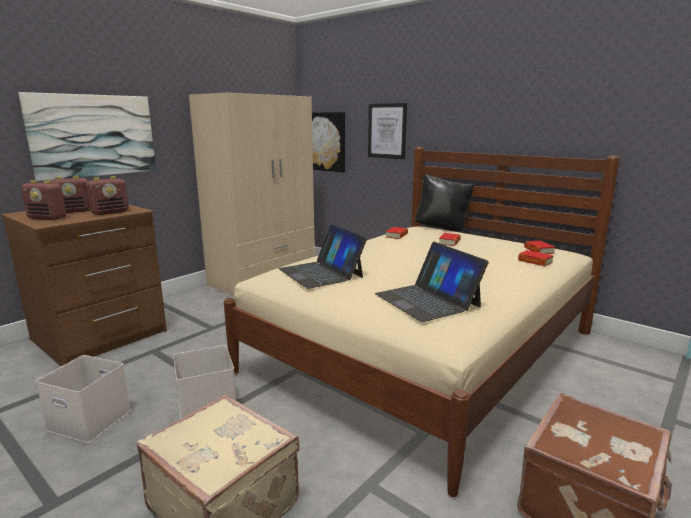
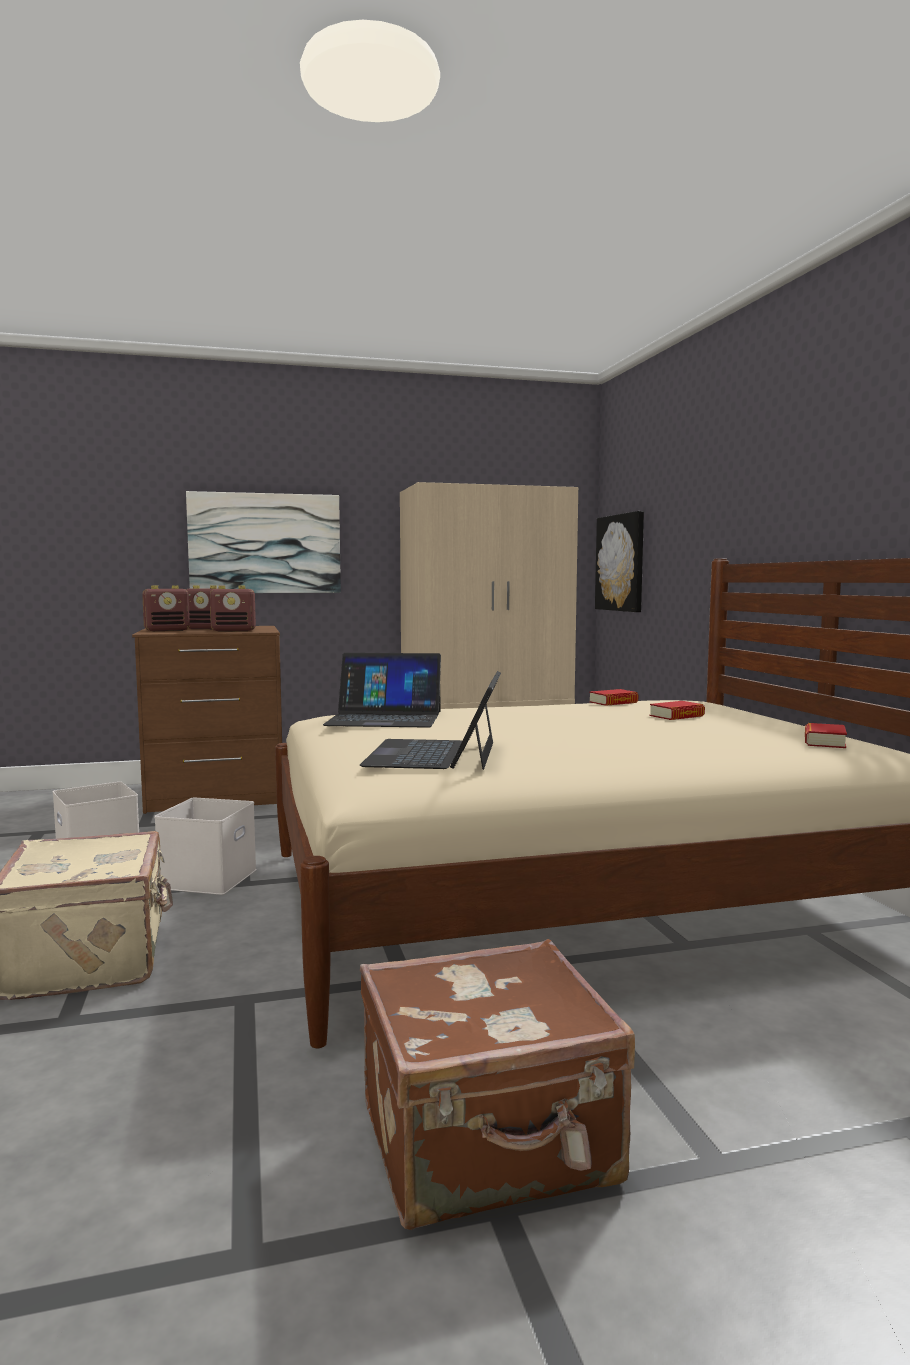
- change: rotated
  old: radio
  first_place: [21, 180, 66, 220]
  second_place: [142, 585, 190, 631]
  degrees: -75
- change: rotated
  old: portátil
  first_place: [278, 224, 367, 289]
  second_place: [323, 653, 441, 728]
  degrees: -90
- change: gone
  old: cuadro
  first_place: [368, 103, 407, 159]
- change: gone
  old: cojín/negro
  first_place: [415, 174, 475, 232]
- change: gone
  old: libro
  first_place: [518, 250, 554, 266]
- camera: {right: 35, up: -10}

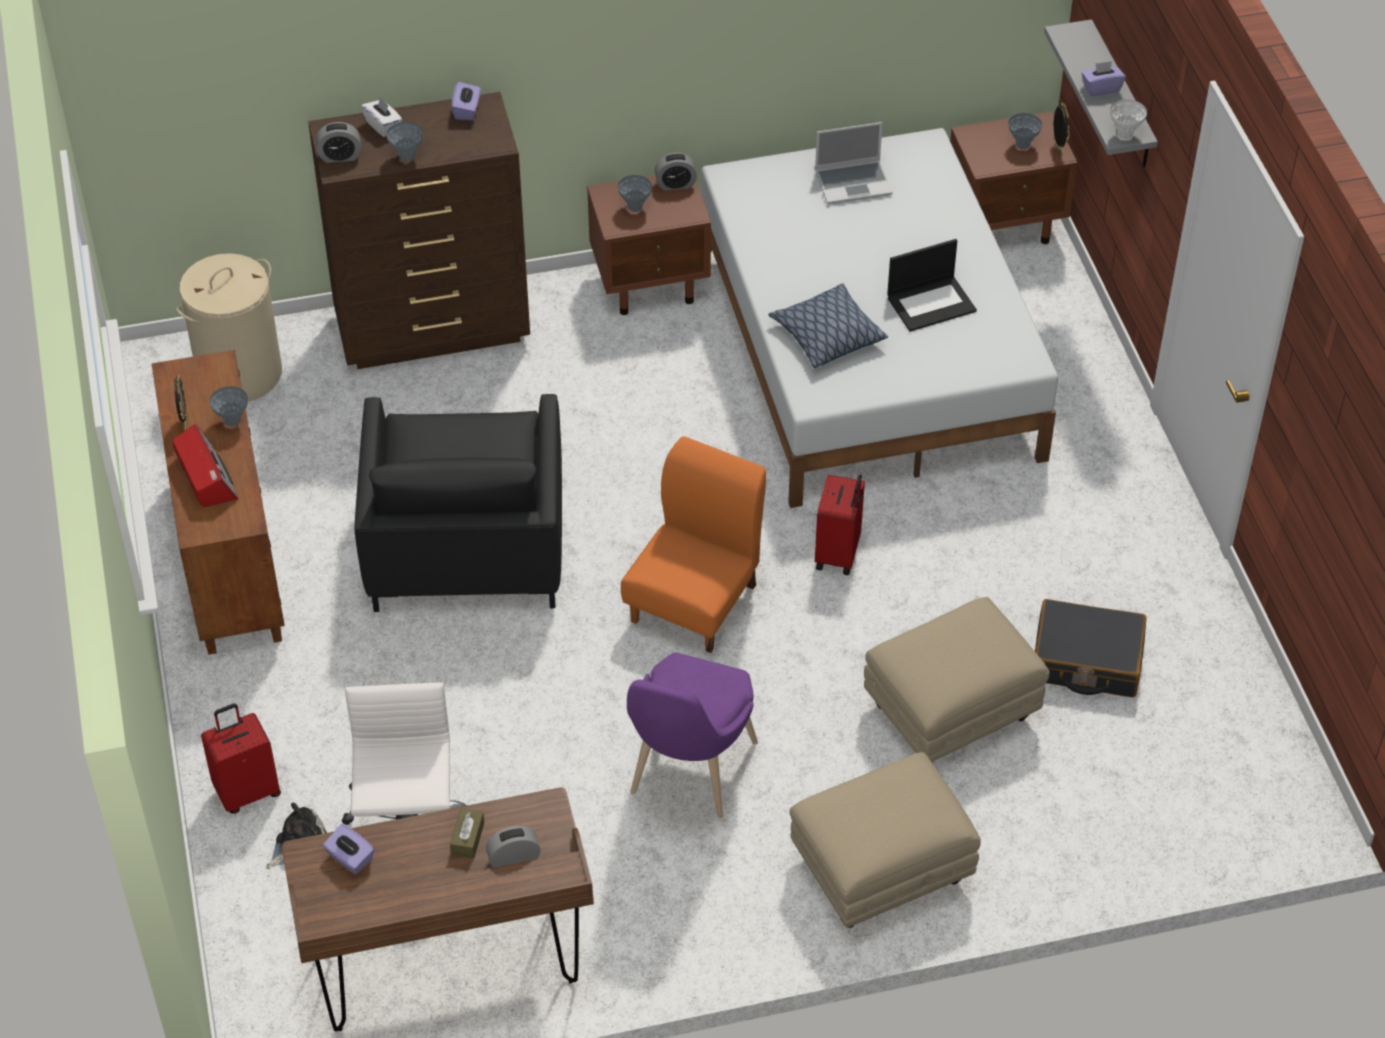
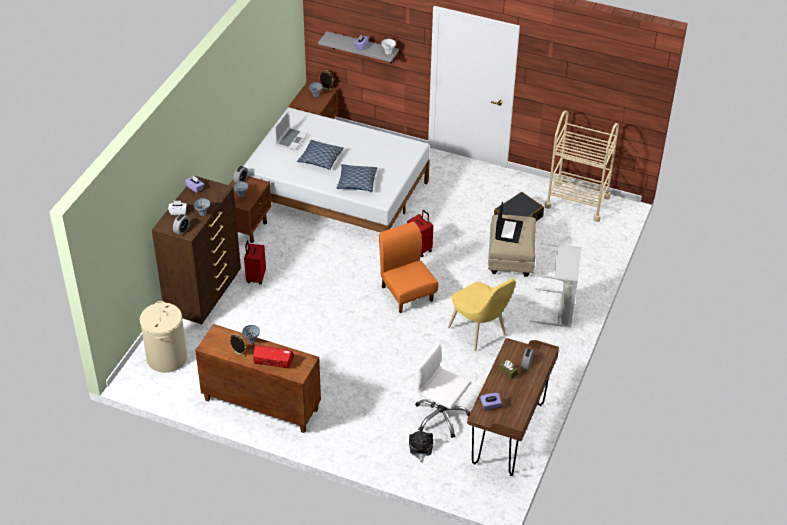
- change: shifted
  old: maleta/rojo
  first_place: [201, 704, 281, 814]
  second_place: [244, 240, 266, 285]
- change: gone
  old: sillón/negro
  first_place: [355, 394, 562, 612]
- change: repainted
  old: silla/morado
  new: silla/amarillo
  first_place: [627, 652, 758, 818]
  second_place: [448, 279, 516, 351]
- change: swapped
  old: puf/beis
  new: cesto de la ropa/gris
  first_place: [789, 752, 981, 928]
  second_place: [531, 242, 582, 328]
- change: shifted
  old: portátil
  first_place: [887, 239, 977, 332]
  second_place: [495, 202, 523, 243]
- change: new
  new: cojín
  second_place: [297, 140, 344, 170]
- change: new
  new: carrito/beis
  second_place: [545, 110, 619, 222]
- camera: {right: -55, up: -5}

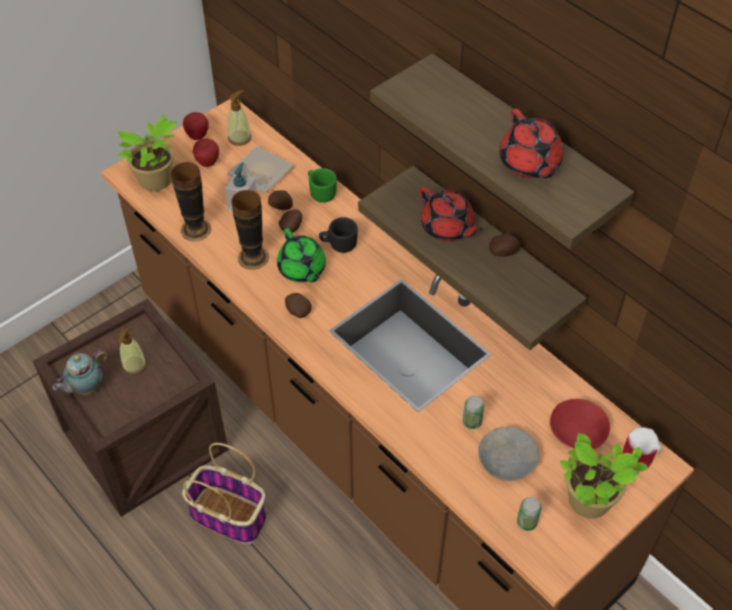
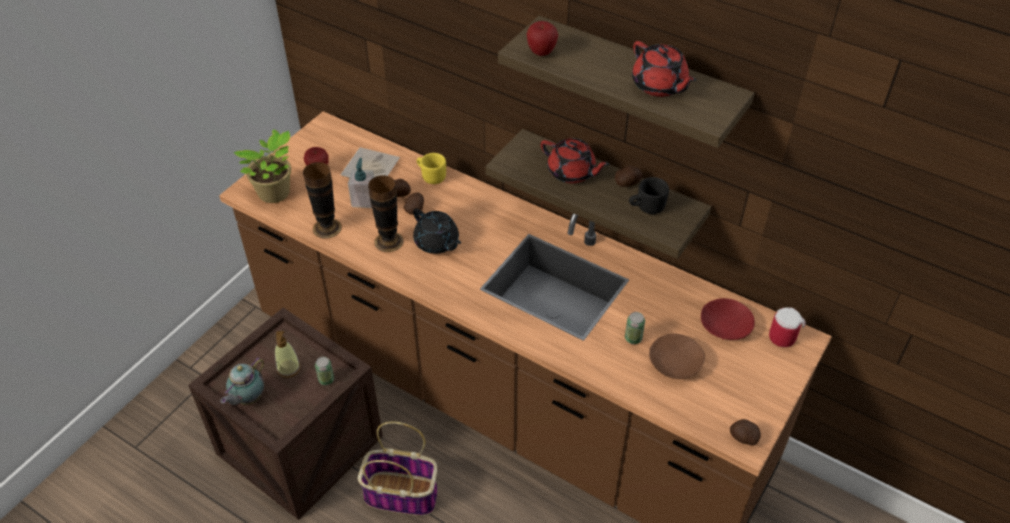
- change: shifted
  old: manzana
  first_place: [183, 112, 209, 140]
  second_place: [527, 21, 558, 56]
- change: gone
  old: dispensador de jabón
  first_place: [228, 90, 252, 146]
- change: repainted
  old: tetera/verde
  new: tetera/negro
  first_place: [277, 228, 326, 282]
  second_place: [413, 208, 461, 254]
- change: shifted
  old: patata
  first_place: [285, 293, 312, 318]
  second_place: [730, 419, 761, 446]
- change: repainted
  old: taza grande/verde
  new: taza grande/amarillo
  first_place: [308, 168, 337, 203]
  second_place: [417, 153, 446, 184]
- change: shifted
  old: taza grande/negro
  first_place: [319, 217, 358, 253]
  second_place: [629, 177, 669, 214]
- change: repainted
  old: cuenco/gris
  new: cuenco/marrón
  first_place: [478, 427, 540, 481]
  second_place: [649, 333, 705, 379]
- change: shifted
  old: lata
  first_place: [517, 497, 542, 531]
  second_place: [315, 357, 334, 385]
- change: gone
  old: planta en maceta
  first_place: [560, 433, 649, 519]
- camera: {right: -15, up: -5}

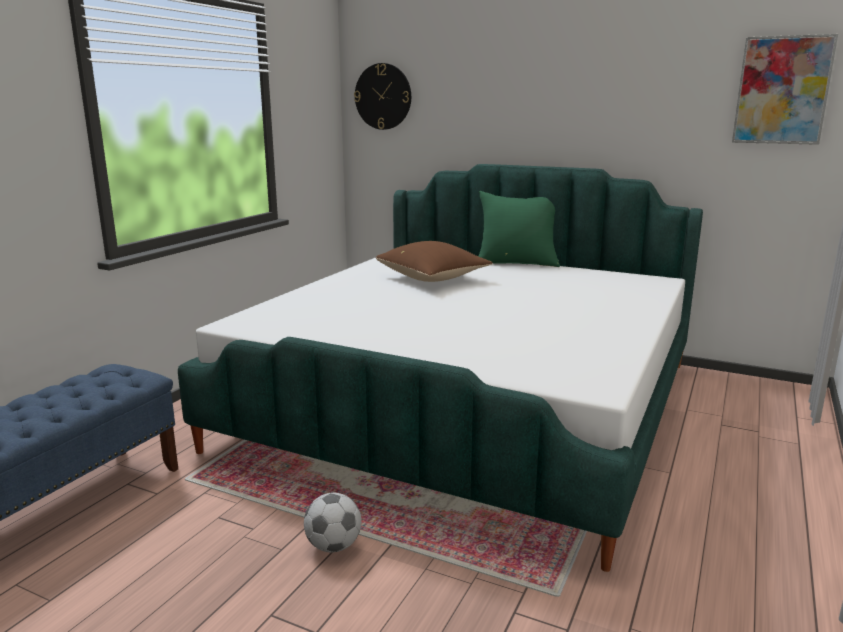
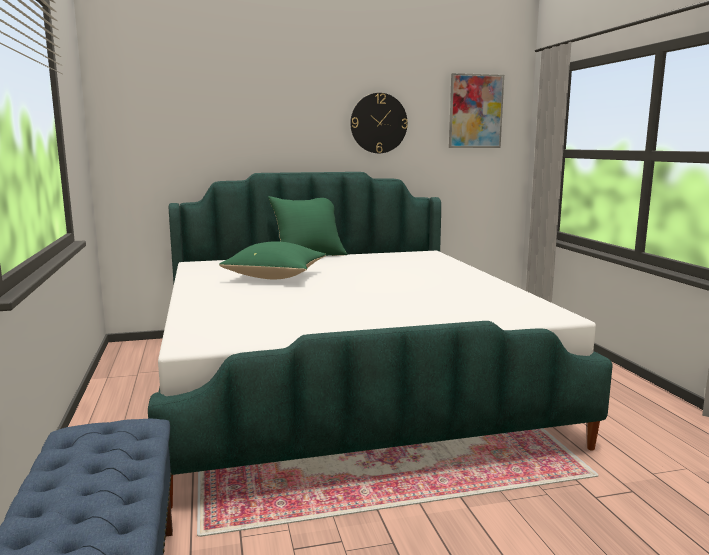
- change: gone
  old: balón de fútbol
  first_place: [304, 493, 362, 553]
- change: shifted
  old: reloj de pared
  first_place: [354, 63, 411, 130]
  second_place: [350, 93, 408, 153]
- change: repainted
  old: cojín/marrón
  new: cojín/verde
  first_place: [376, 241, 493, 282]
  second_place: [219, 241, 326, 279]
- camera: {right: -40, up: -5}

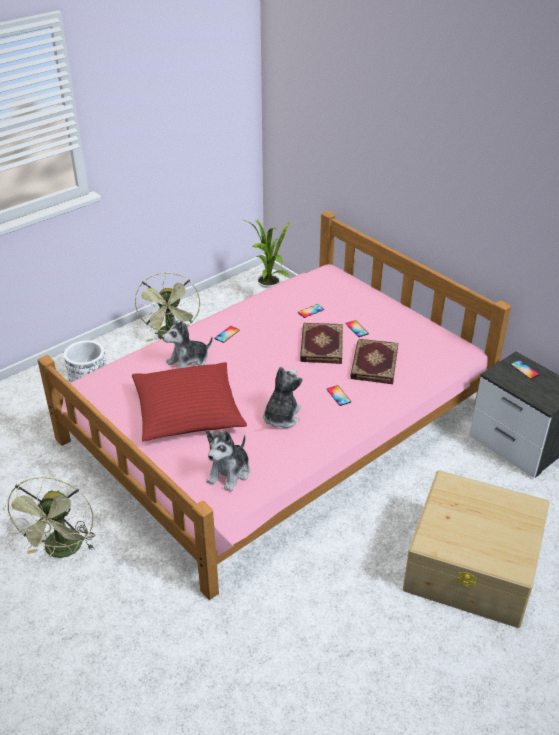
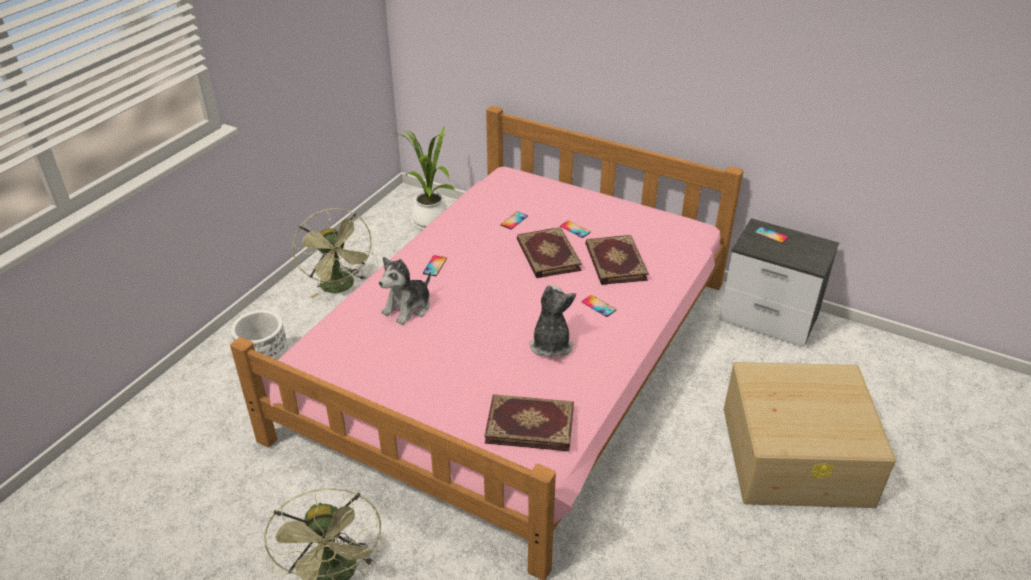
- change: gone
  old: cojín/rojo
  first_place: [132, 362, 247, 442]
- change: swapped
  old: peluche
  new: libro
  first_place: [206, 430, 250, 492]
  second_place: [484, 394, 574, 451]
- camera: {right: -20, up: 0}

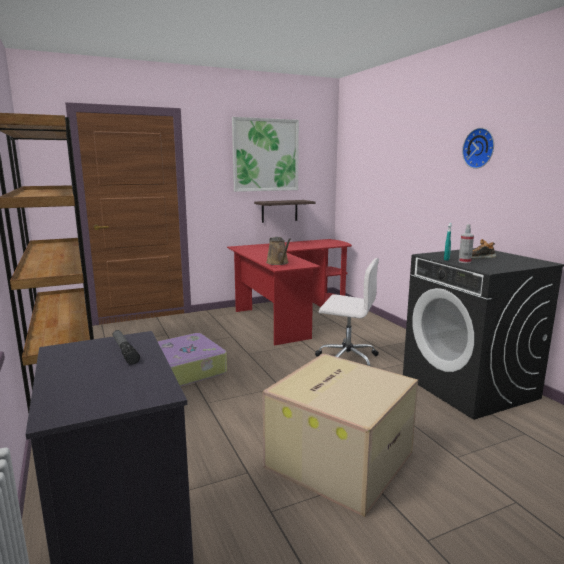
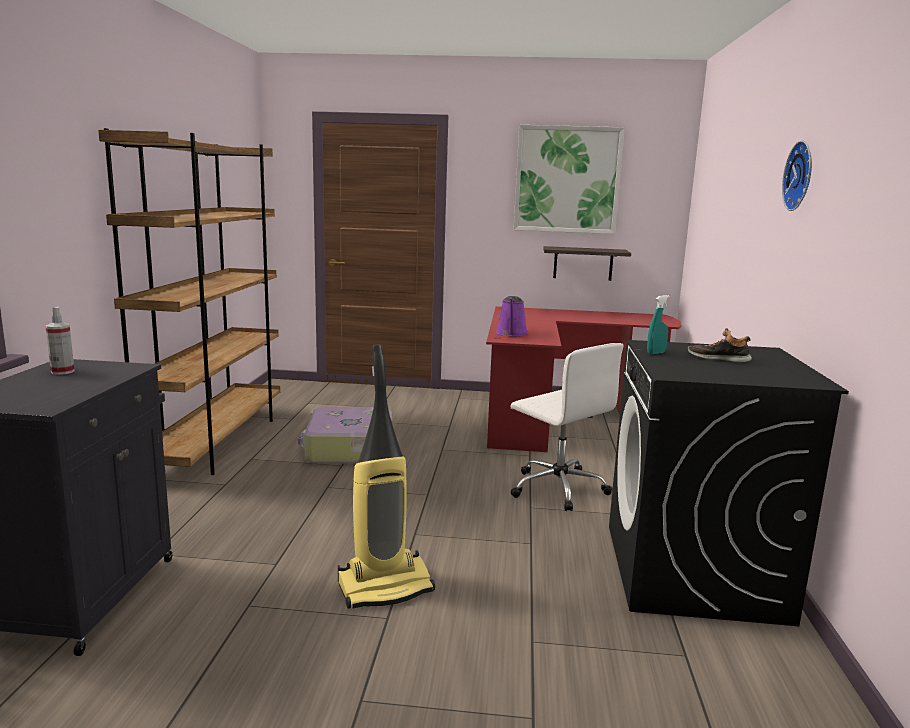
- change: gone
  old: linterna
  first_place: [113, 330, 140, 365]
- change: swapped
  old: caja de cartón
  new: aspiradora
  first_place: [263, 353, 418, 517]
  second_place: [338, 345, 435, 609]
- change: repainted
  old: regadera/marrón
  new: regadera/morado
  first_place: [266, 237, 291, 265]
  second_place: [496, 296, 528, 336]
- change: shifted
  old: pulverizador
  first_place: [458, 224, 474, 263]
  second_place: [45, 307, 75, 375]
- camera: {right: 30, up: 0}

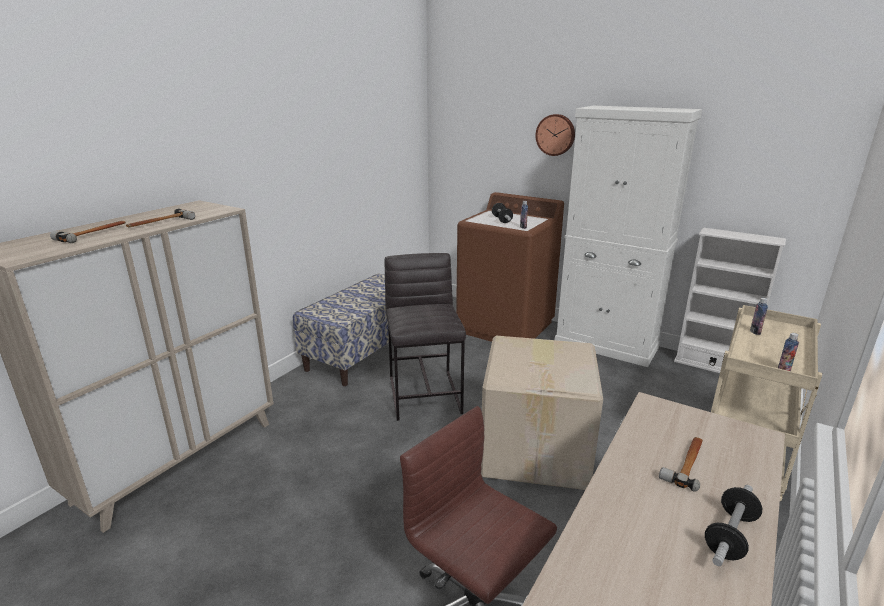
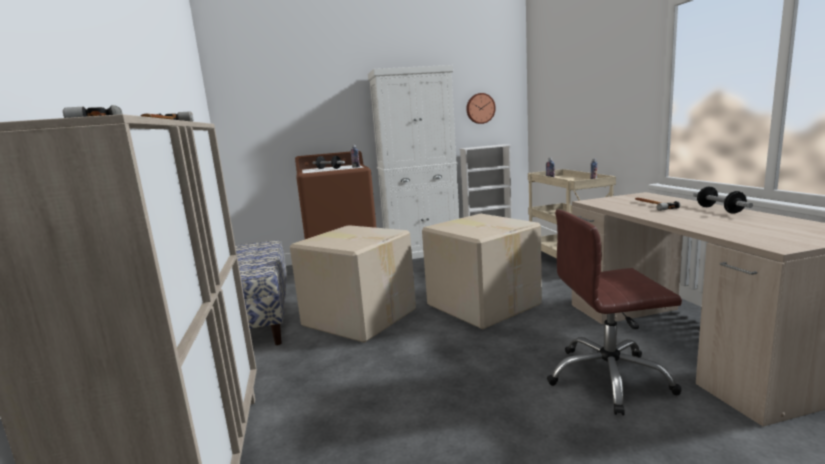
- change: swapped
  old: taburete/gris
  new: caja de cartón
  first_place: [385, 253, 466, 421]
  second_place: [290, 225, 416, 343]
- change: shifted
  old: reloj de pared
  first_place: [536, 114, 575, 156]
  second_place: [466, 93, 496, 124]
- camera: {right: -45, up: -10}

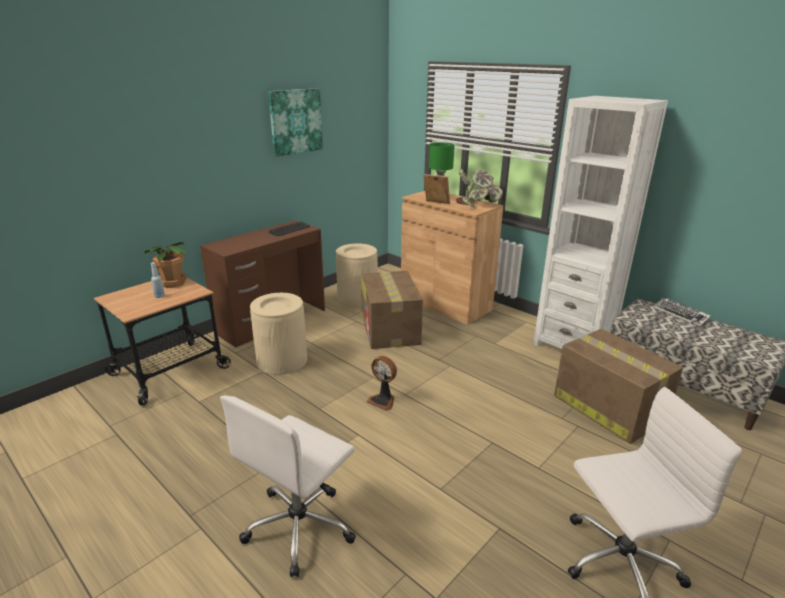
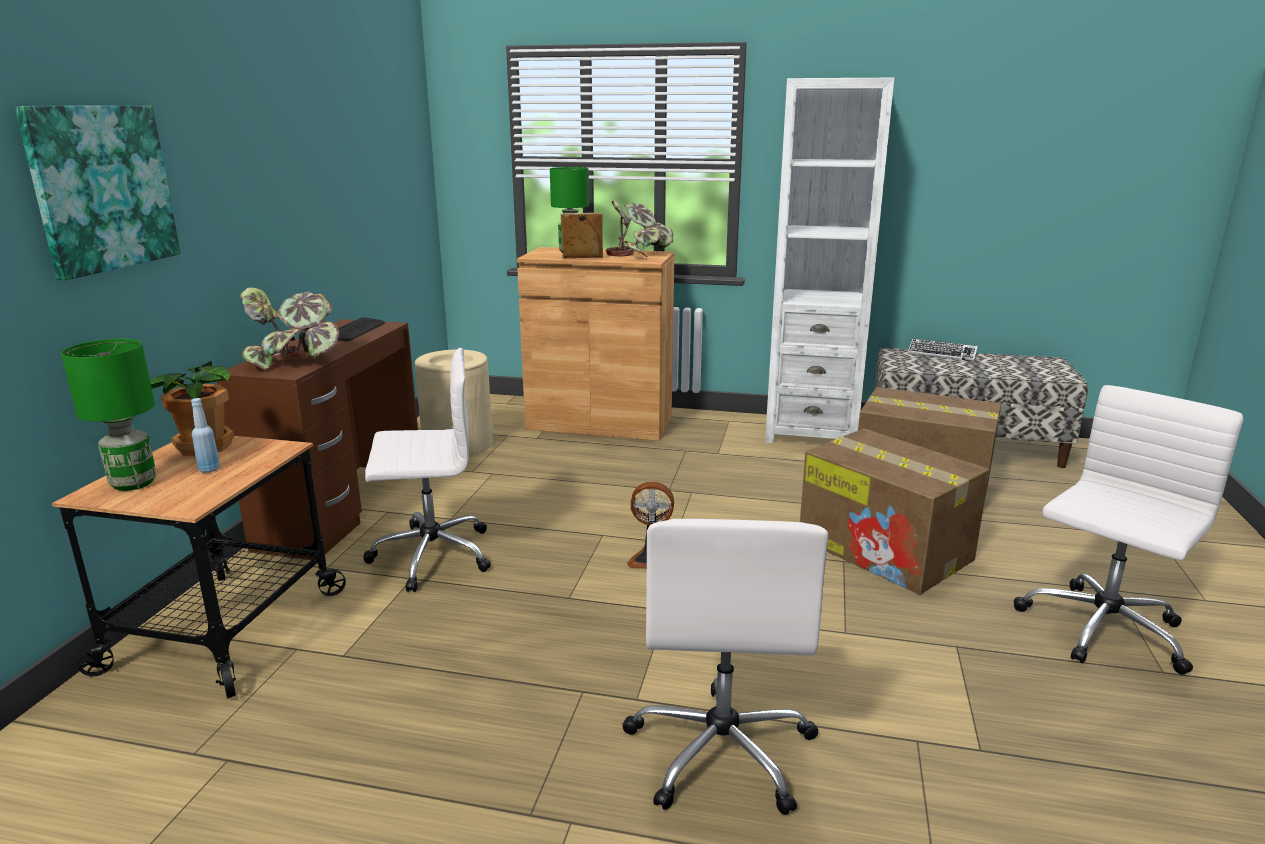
- change: swapped
  old: papelera/beis
  new: silla de oficina/blanco
  first_place: [250, 293, 307, 375]
  second_place: [363, 348, 491, 592]
- change: shifted
  old: cuadro
  first_place: [268, 88, 323, 157]
  second_place: [15, 106, 181, 280]
- change: shifted
  old: caja de cartón
  first_place: [361, 271, 423, 349]
  second_place: [800, 428, 990, 595]
- change: new
  new: lámpara de mesa/verde
  second_place: [61, 339, 156, 491]
- change: new
  new: planta en maceta
  second_place: [240, 287, 339, 369]
- camera: {right: -30, up: -5}

